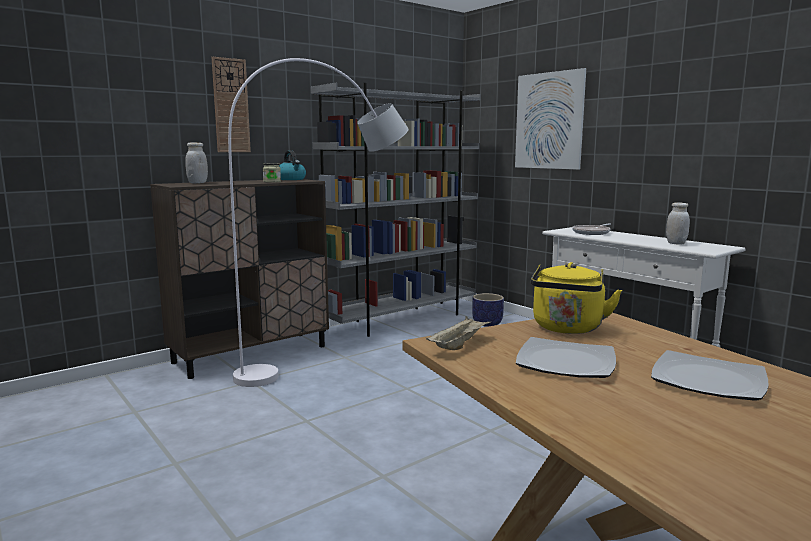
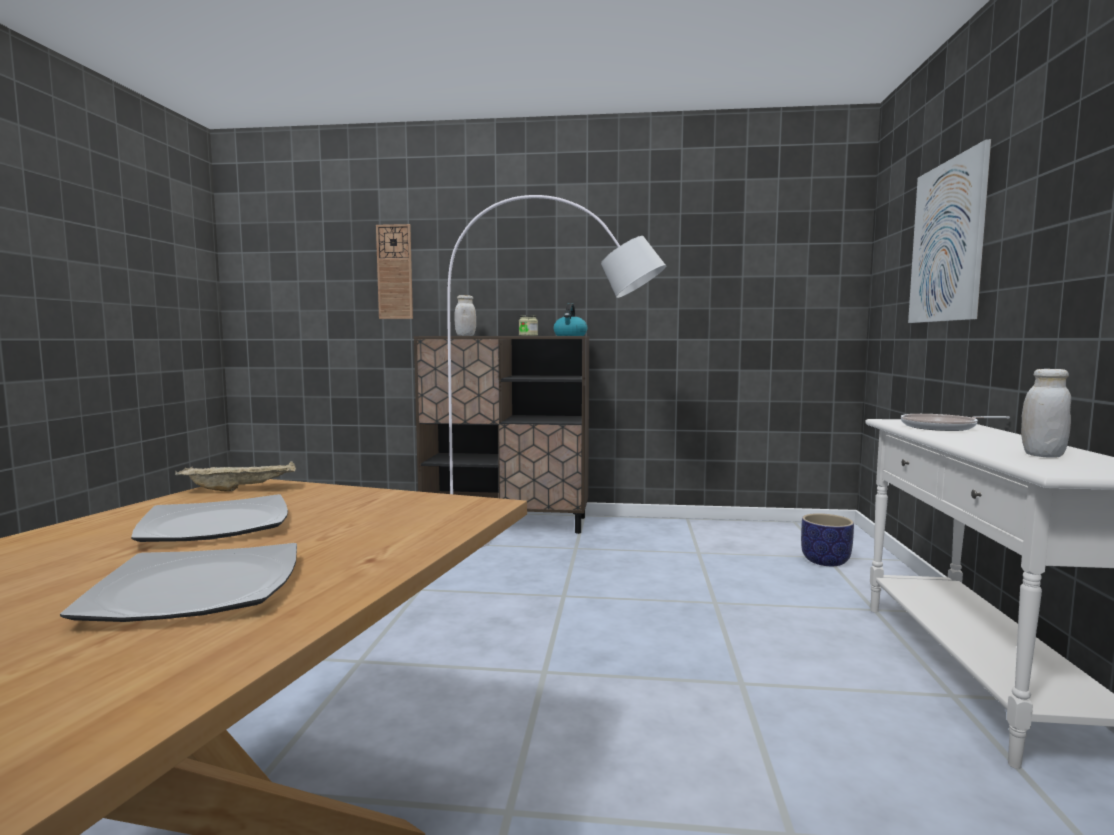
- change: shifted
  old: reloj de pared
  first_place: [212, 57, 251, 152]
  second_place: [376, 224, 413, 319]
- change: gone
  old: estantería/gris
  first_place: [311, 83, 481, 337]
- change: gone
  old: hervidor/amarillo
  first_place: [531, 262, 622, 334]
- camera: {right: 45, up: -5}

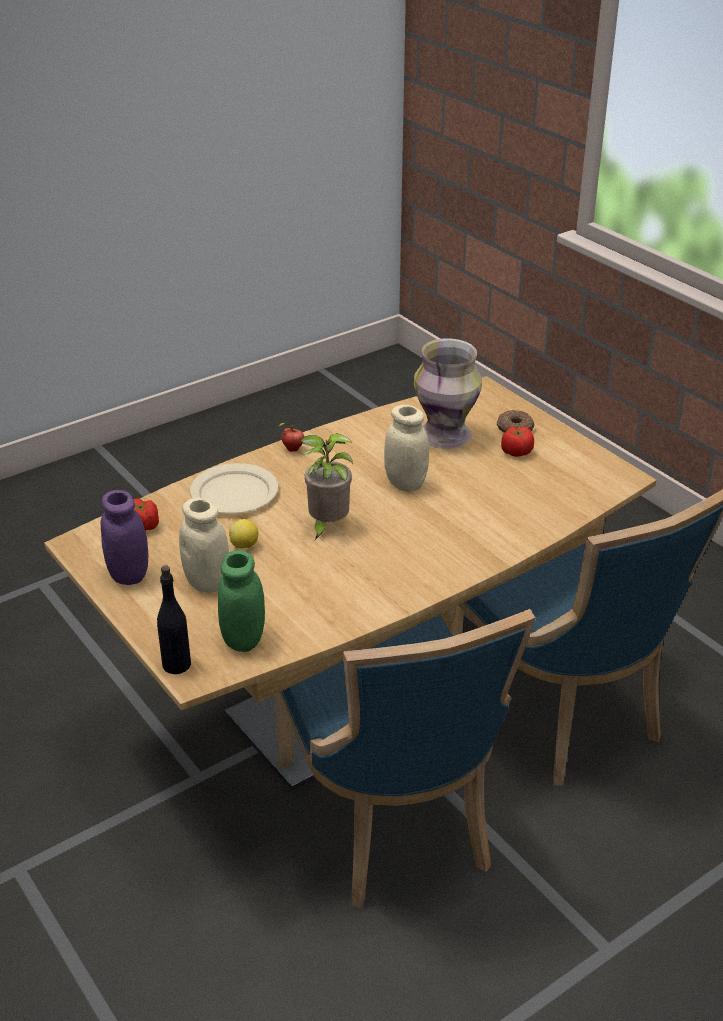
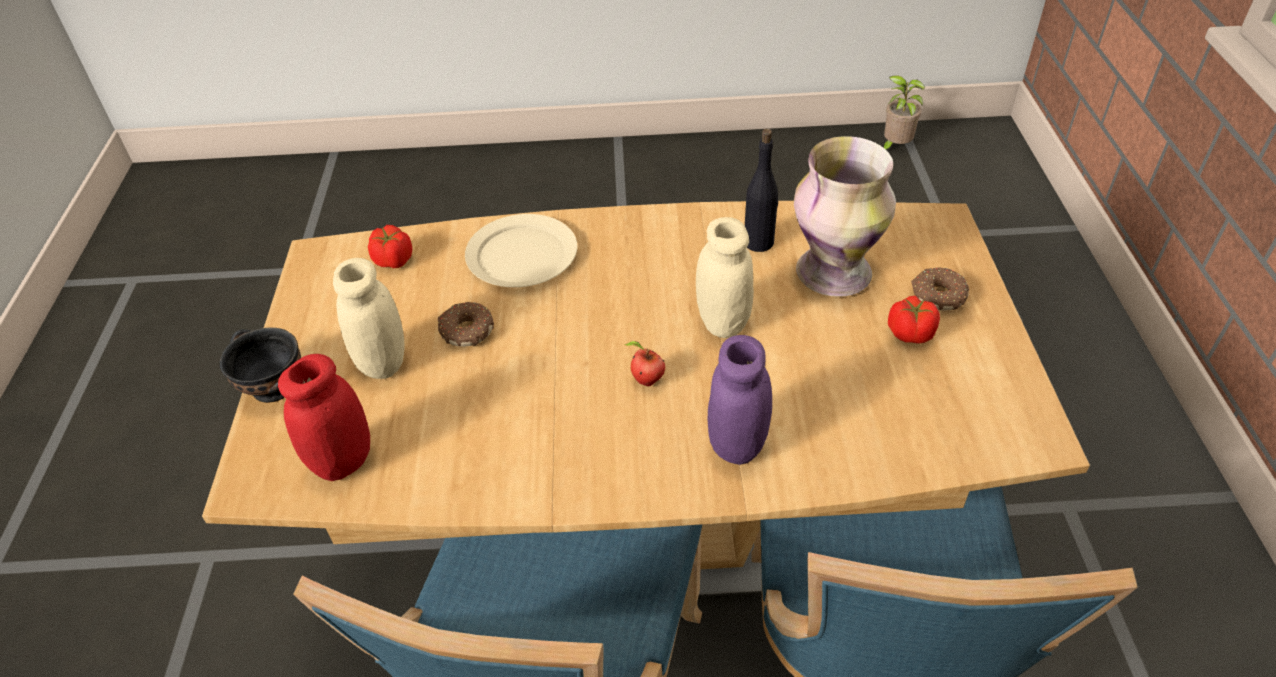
- change: shifted
  old: tarro/morado
  first_place: [101, 490, 148, 585]
  second_place: [708, 335, 772, 465]
- change: shifted
  old: botella/negro
  first_place: [157, 565, 191, 674]
  second_place: [745, 129, 778, 252]
- change: repainted
  old: tarro/verde
  new: tarro/rojo
  first_place: [218, 550, 265, 652]
  second_place: [278, 354, 370, 481]
- change: swapped
  old: limón
  new: rosquilla
  first_place: [229, 519, 258, 548]
  second_place: [438, 302, 494, 347]
- change: shifted
  old: manzana
  first_place: [279, 423, 304, 452]
  second_place: [625, 341, 665, 386]
- change: shifted
  old: planta en maceta
  first_place: [300, 433, 353, 540]
  second_place: [884, 75, 925, 150]
- change: new
  new: cuenco/negro
  second_place: [220, 327, 301, 403]
- camera: {right: 35, up: 10}

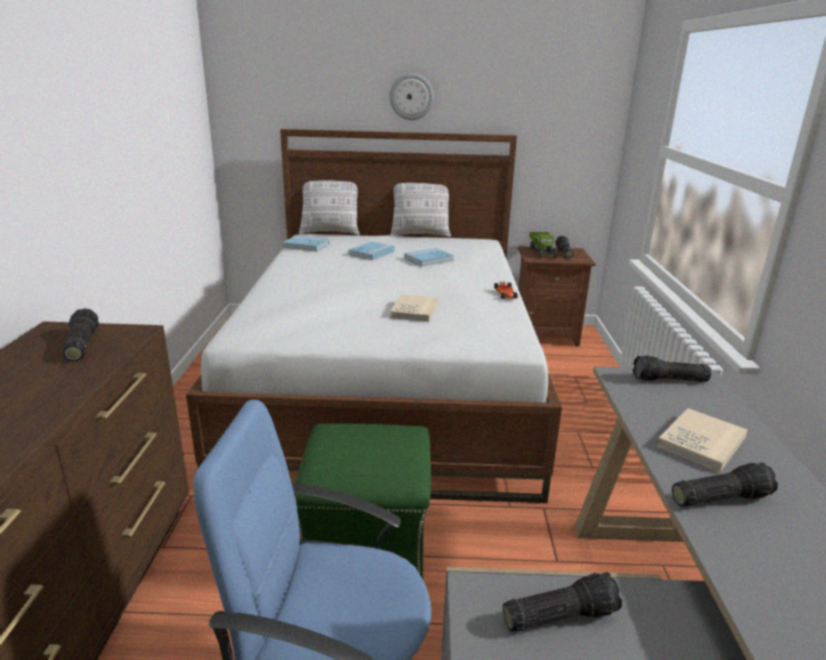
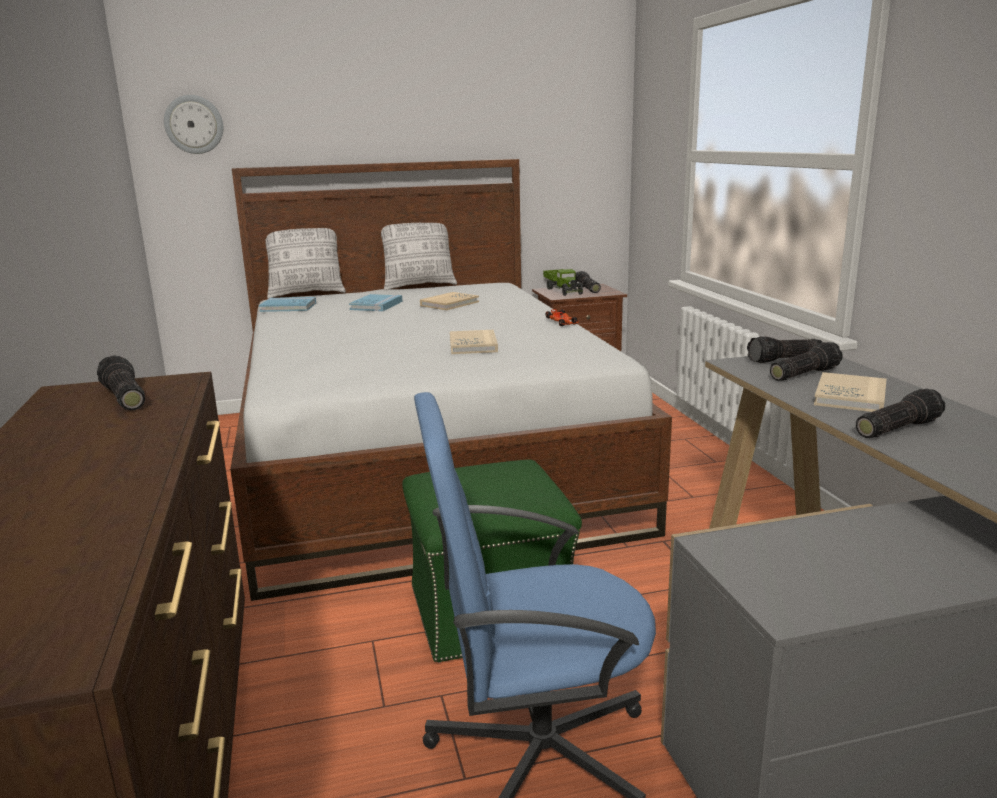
- change: shifted
  old: reloj de pared
  first_place: [390, 73, 434, 120]
  second_place: [164, 95, 223, 154]
- change: repainted
  old: libro/azul
  new: libro/beis
  first_place: [404, 248, 454, 266]
  second_place: [420, 292, 479, 310]
- change: shifted
  old: linterna
  first_place: [503, 572, 622, 632]
  second_place: [770, 342, 843, 381]
- camera: {right: -15, up: -5}

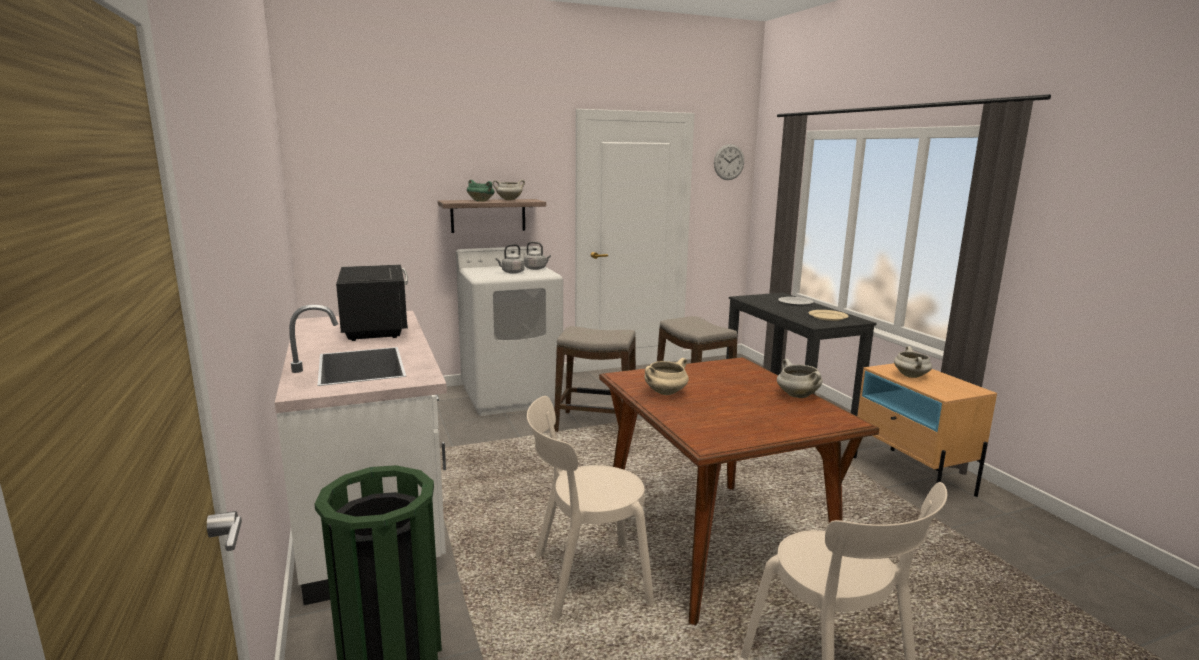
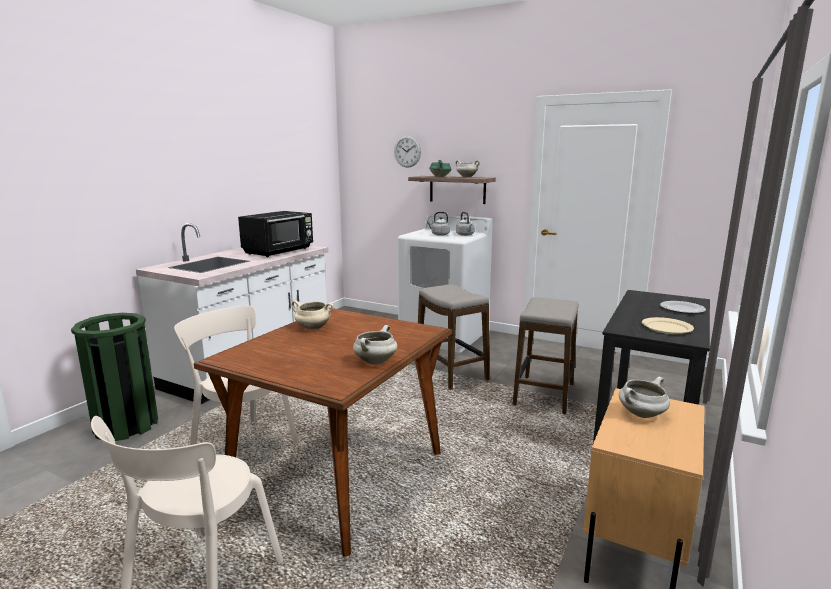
- change: shifted
  old: reloj de pared
  first_place: [714, 144, 744, 180]
  second_place: [394, 136, 421, 168]
- camera: {right: 50, up: 0}

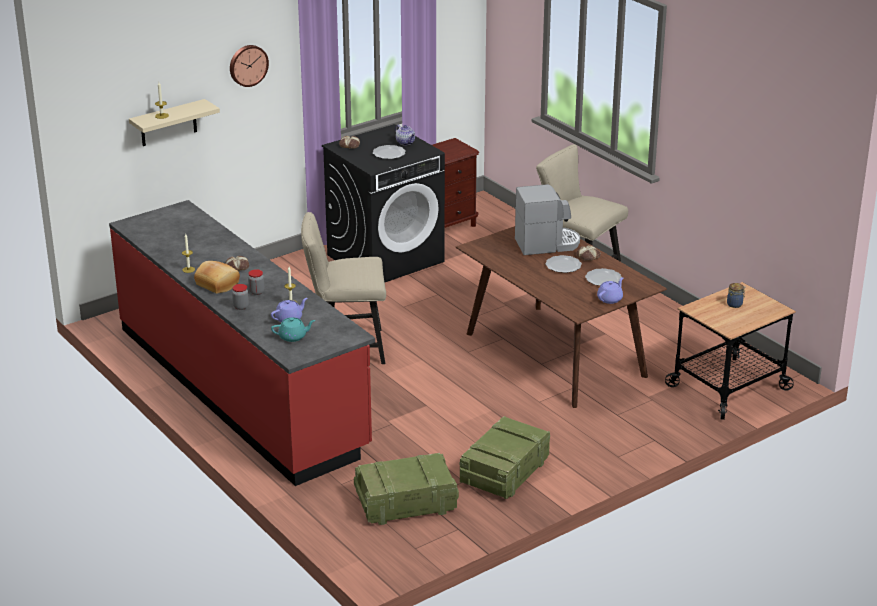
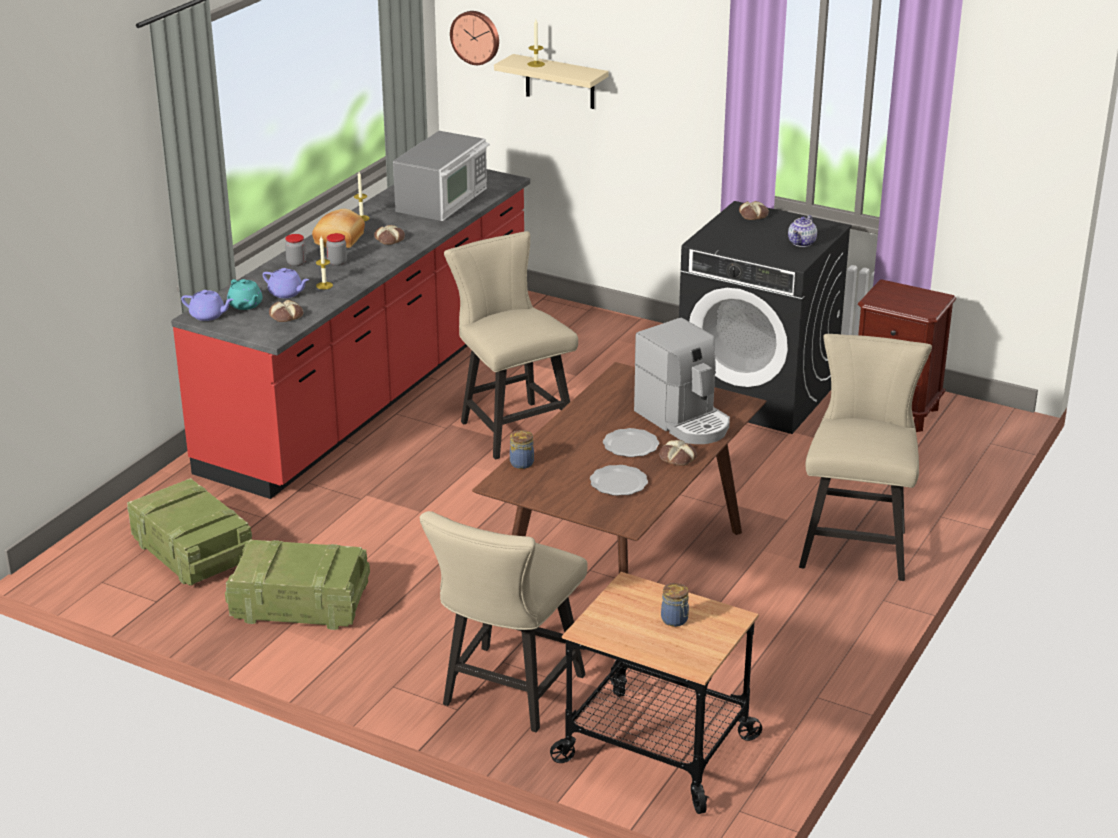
- change: shifted
  old: reloj de pared
  first_place: [230, 45, 269, 87]
  second_place: [450, 11, 499, 65]
- change: gone
  old: plato
  first_place: [373, 145, 406, 159]
- change: shifted
  old: tetera/morado
  first_place: [597, 277, 623, 304]
  second_place: [181, 290, 234, 321]
- change: new
  new: pan
  second_place: [269, 300, 303, 322]
- change: new
  new: microondas
  second_place: [393, 131, 490, 221]
- change: new
  new: silla/beis
  second_place: [420, 511, 588, 732]
- change: new
  new: tarro
  second_place: [510, 430, 534, 469]
- camera: {right: 65, up: 0}

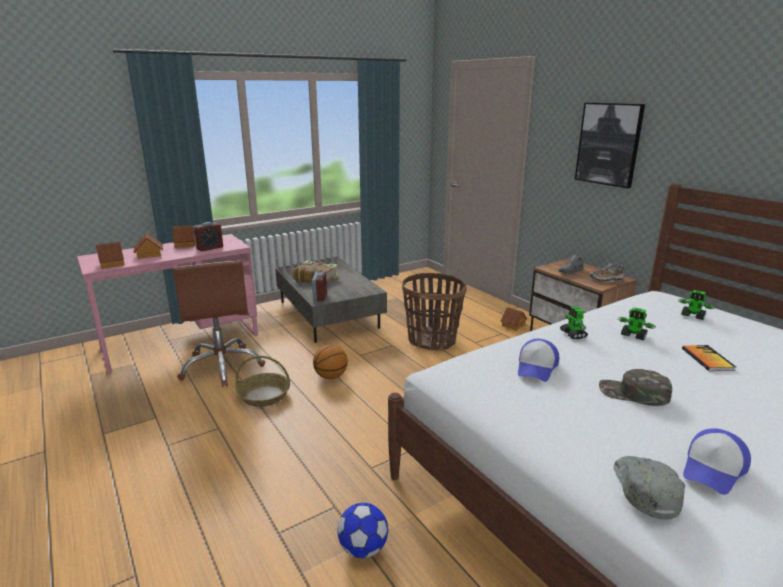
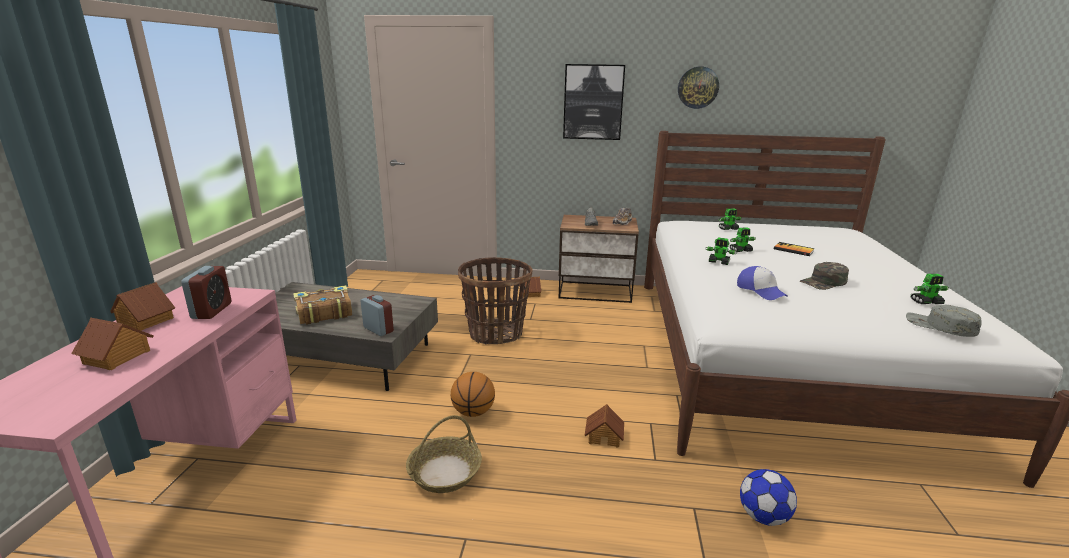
- change: shifted
  old: casita
  first_place: [95, 242, 124, 269]
  second_place: [585, 404, 624, 448]
- change: gone
  old: silla de oficina/marrón
  first_place: [173, 261, 265, 387]
- change: swapped
  old: gorra
  new: robot de juguete
  first_place: [683, 428, 751, 495]
  second_place: [911, 274, 949, 304]
- change: new
  new: reloj de pared
  second_place: [678, 67, 719, 109]
- camera: {right: -50, up: 0}

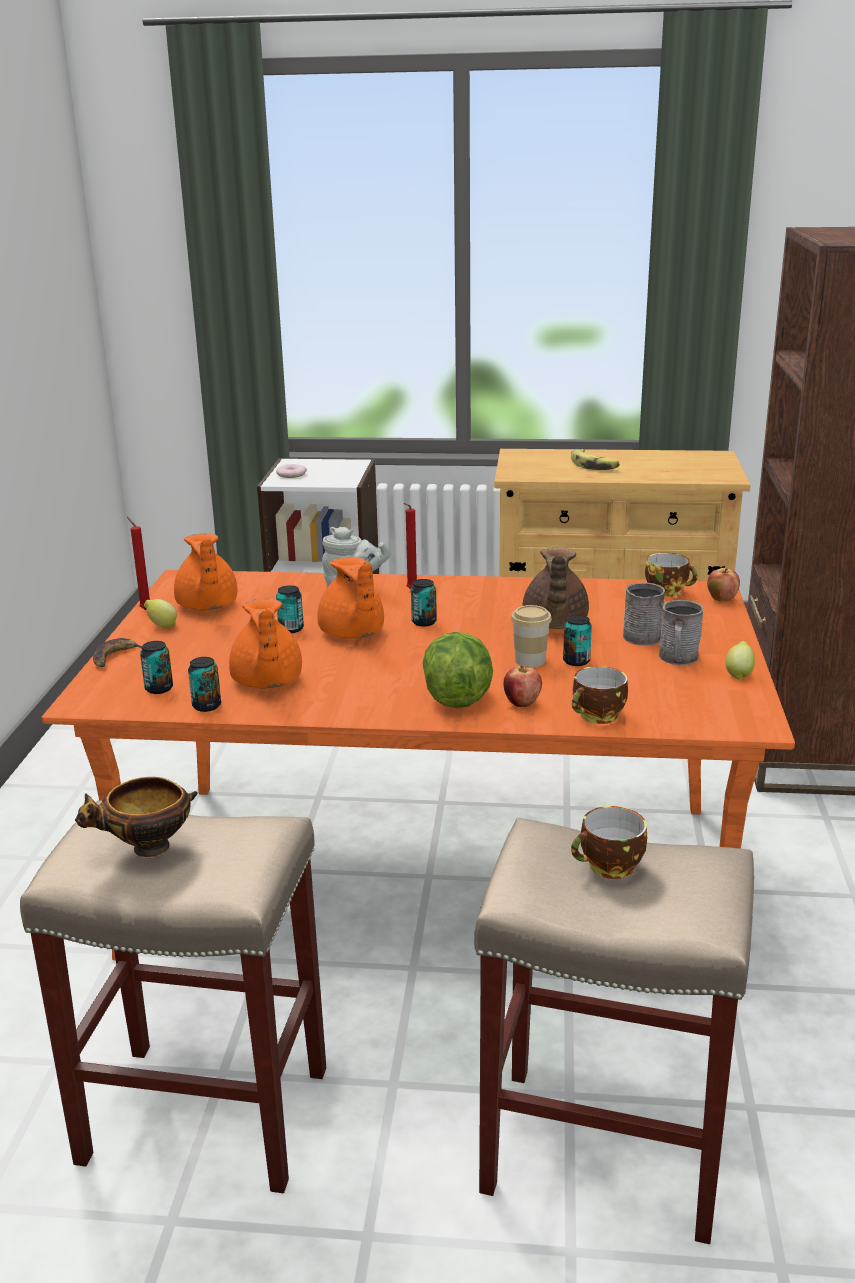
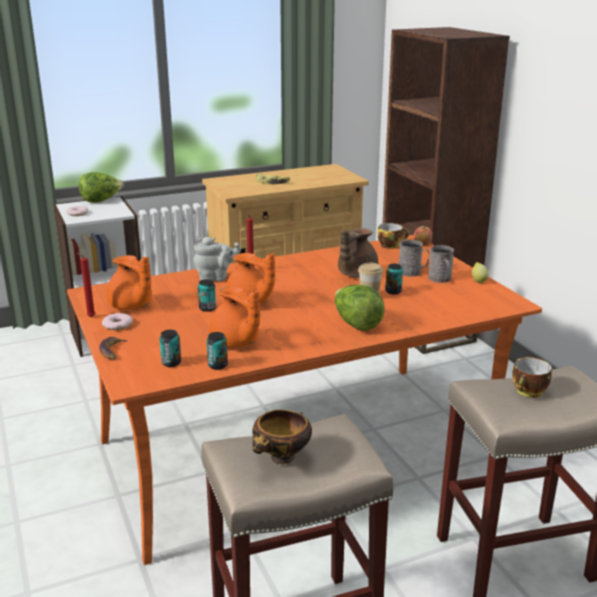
- change: swapped
  old: limón
  new: rosquilla
  first_place: [144, 599, 177, 628]
  second_place: [102, 313, 133, 330]
- change: gone
  old: lata
  first_place: [411, 579, 437, 626]
- change: gone
  old: manzana
  first_place: [504, 665, 542, 707]
- change: rotated
  old: tetera/marrón
  first_place: [523, 548, 589, 629]
  second_place: [338, 228, 378, 278]
  degrees: 60
- change: gone
  old: taza
  first_place: [572, 666, 628, 724]
- change: new
  new: lechuga
  second_place: [79, 172, 124, 203]
- camera: {right: -30, up: 0}

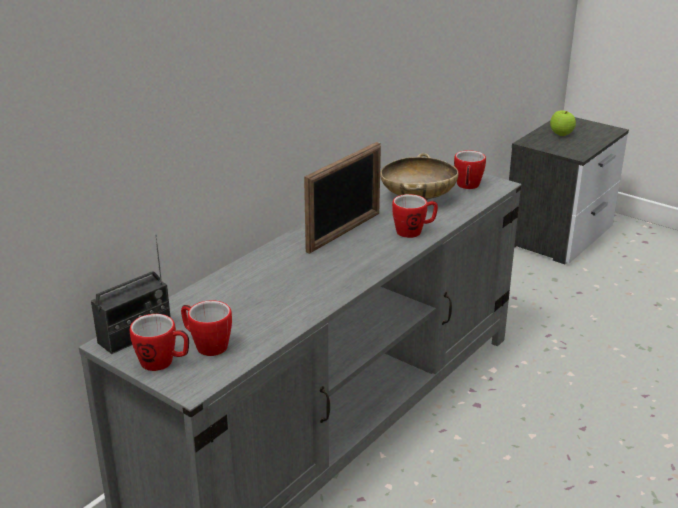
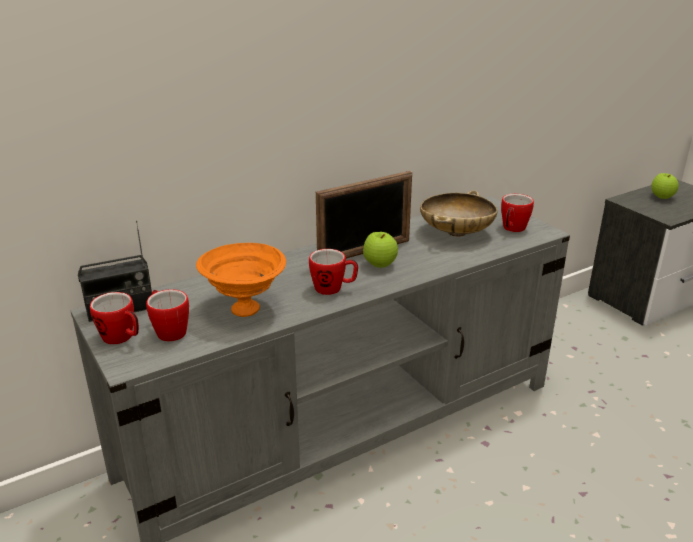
- change: shifted
  old: taza grande
  first_place: [392, 194, 438, 238]
  second_place: [309, 249, 358, 295]
- change: new
  new: cuenco/naranja
  second_place: [196, 243, 286, 317]
- change: new
  new: manzana
  second_place: [363, 232, 398, 268]
- camera: {right: 20, up: 0}

